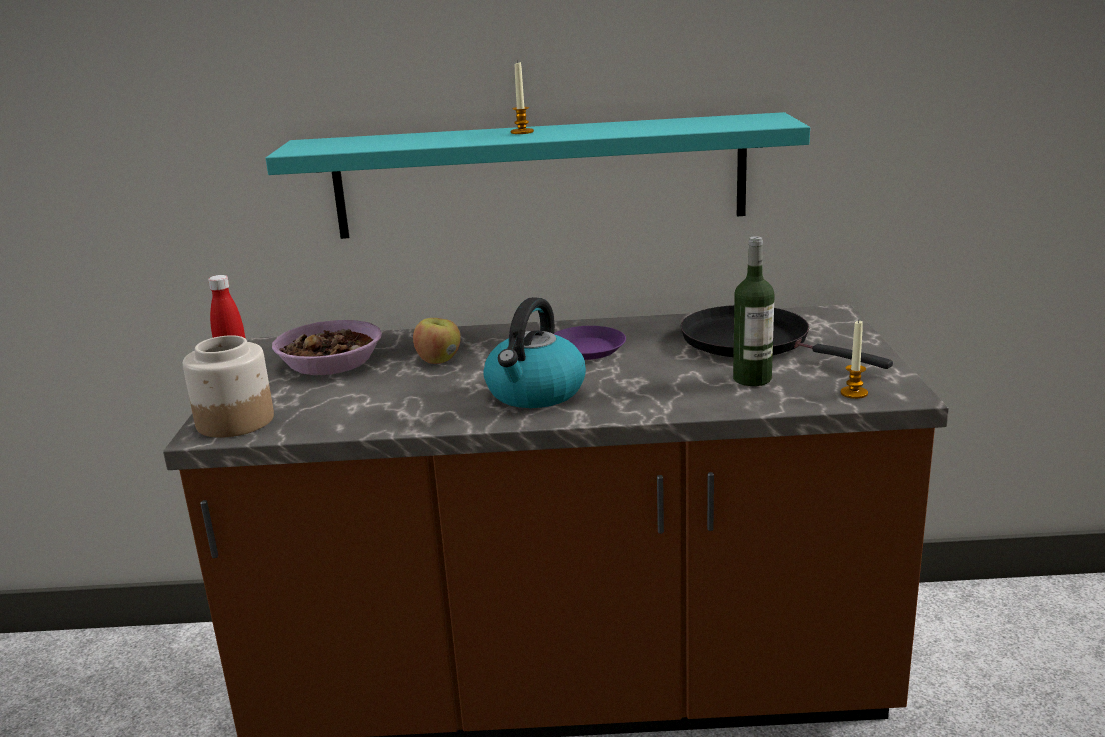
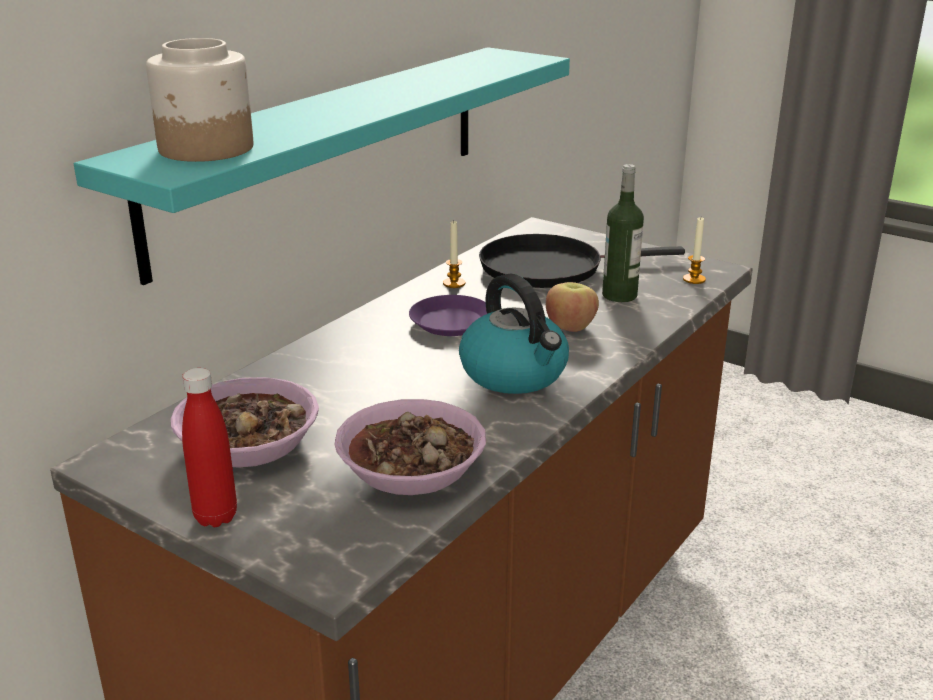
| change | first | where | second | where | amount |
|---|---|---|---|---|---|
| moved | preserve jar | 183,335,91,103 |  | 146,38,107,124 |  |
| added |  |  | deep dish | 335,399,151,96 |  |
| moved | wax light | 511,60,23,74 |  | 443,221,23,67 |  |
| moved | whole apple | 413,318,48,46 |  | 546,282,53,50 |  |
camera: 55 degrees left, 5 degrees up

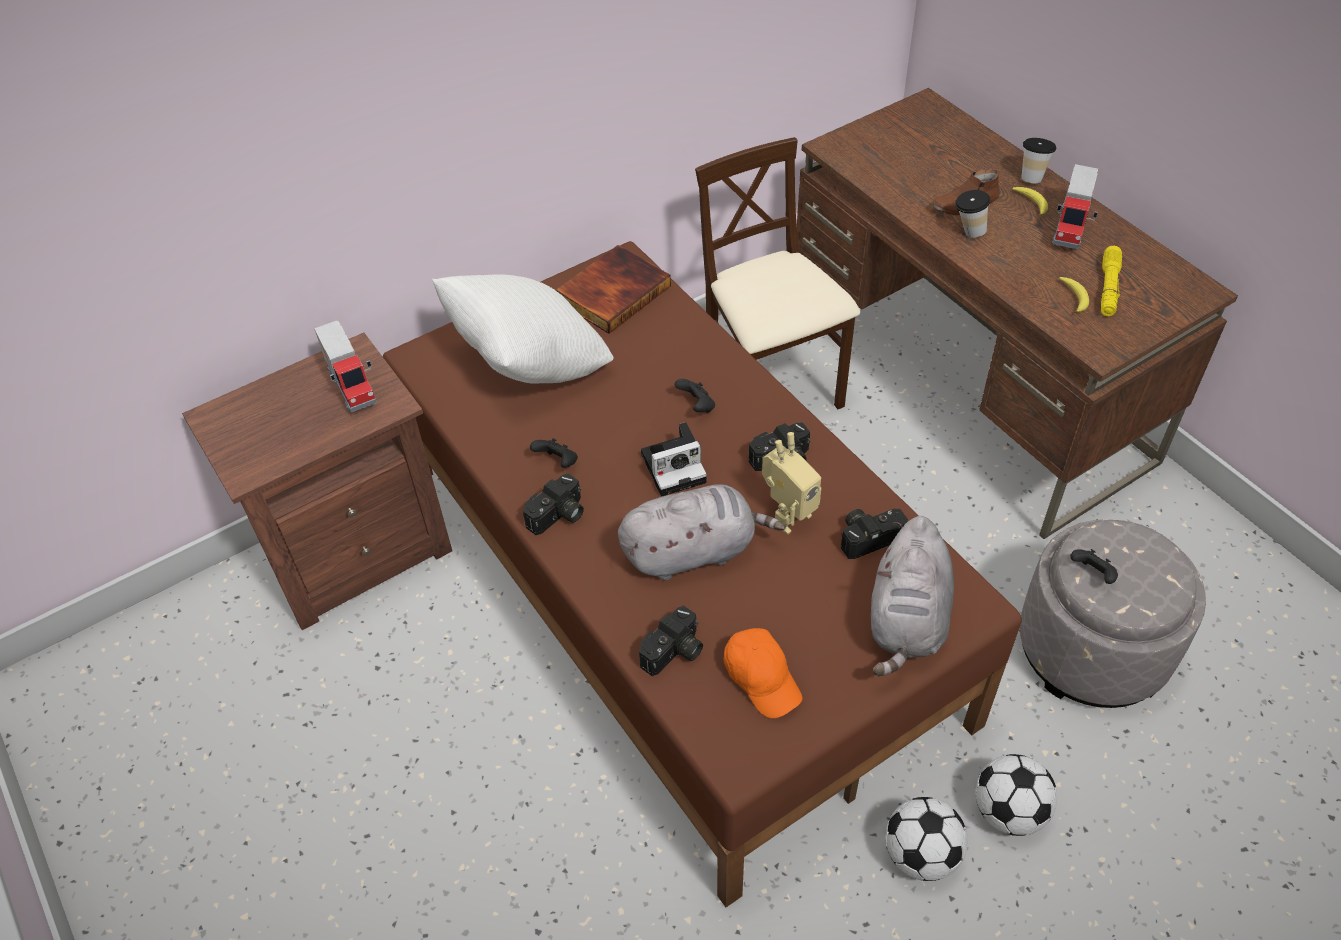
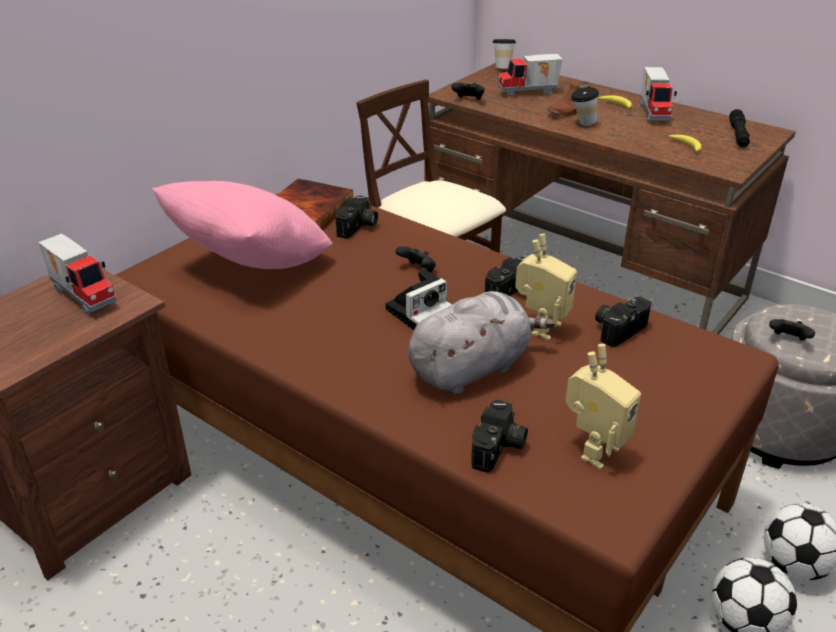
| change | first | where | second | where | amount |
|---|---|---|---|---|---|
| recoloured | cushion in white-coloured | 432,274,182,110 | cushion in pinkish | 152,181,180,88 |  |
| moved | still camera | 523,473,61,62 |  | 335,196,43,43 |  |
| moved | joypad in black-coloured | 530,438,48,30 |  | 451,83,34,17 |  |
| moved | small cup | 1021,138,35,45 |  | 493,39,23,30 |  |
| added |  |  | model truck | 497,54,66,43 |  |
| replaced | baseball cap in orangey | 723,628,79,90 | model robot | 565,344,76,126 |  |
| added |  |  | torch in black-coloured | 729,109,21,39 |  |
| removed | cuddly toy in grey | 871,516,83,160 |  |  |  |
| removed | torch in yellowish | 1101,246,21,70 |  |  |  |
camera: 20 degrees left, 15 degrees down

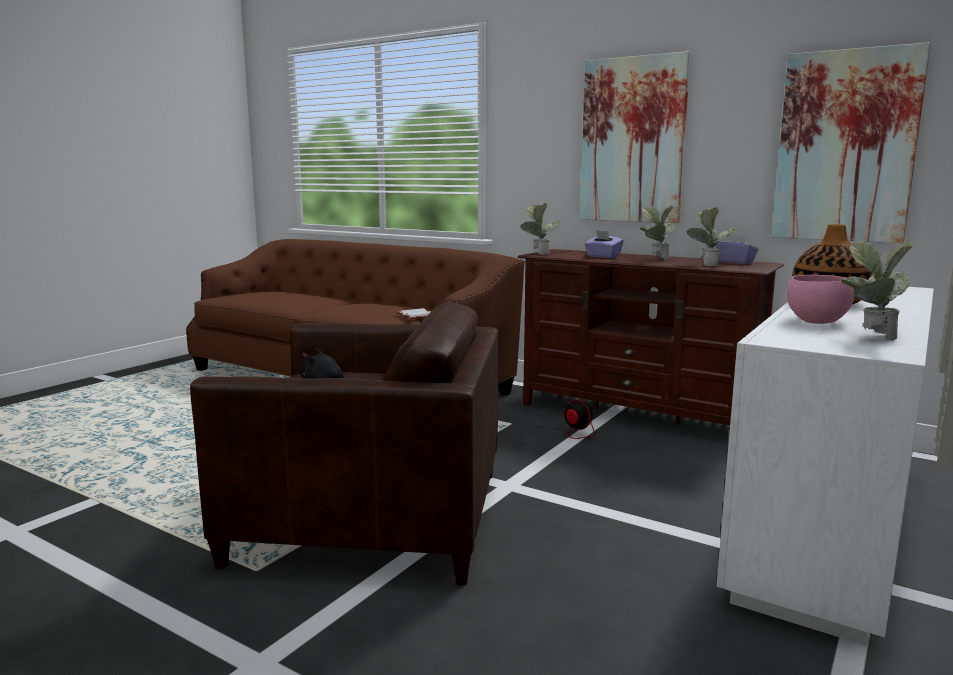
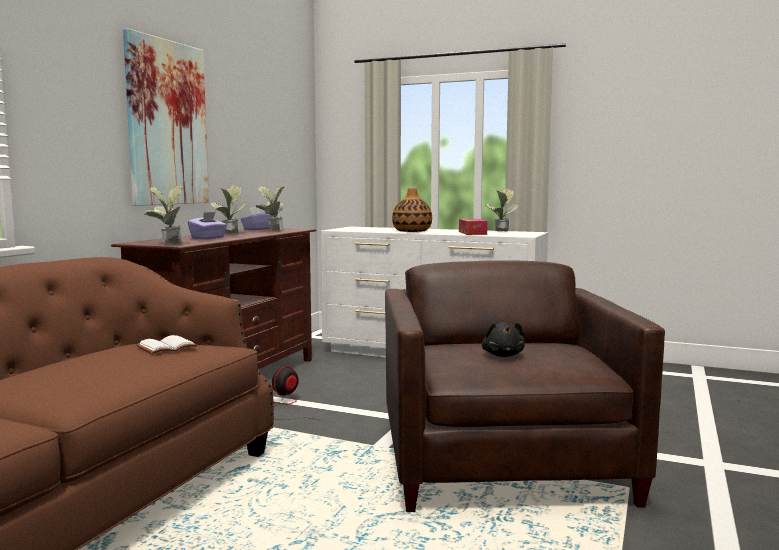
| change | first | where | second | where | amount |
|---|---|---|---|---|---|
| replaced | deep dish in pinkish | 787,275,67,49 | tissue box | 459,219,28,16 |  |
| removed | wall art | 771,42,160,201 |  |  |  |
camera: 100 degrees left, 5 degrees down

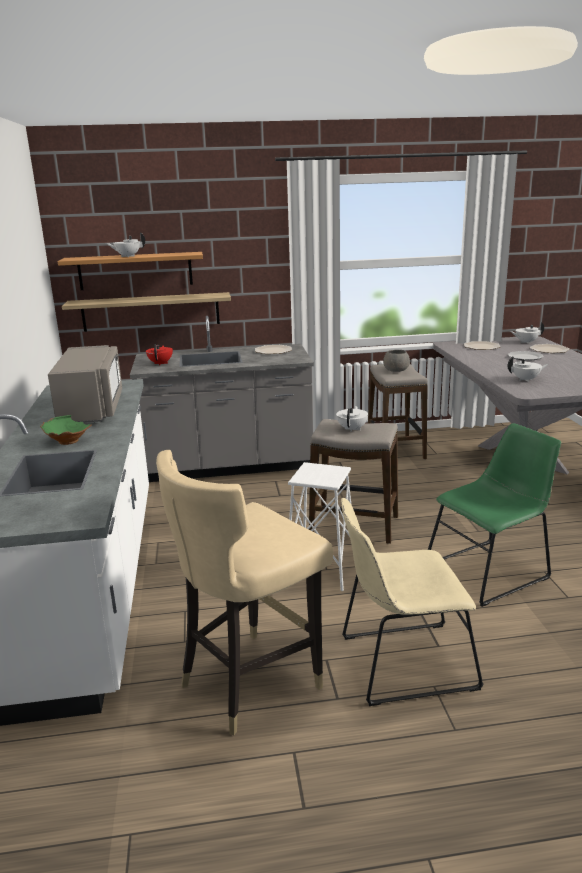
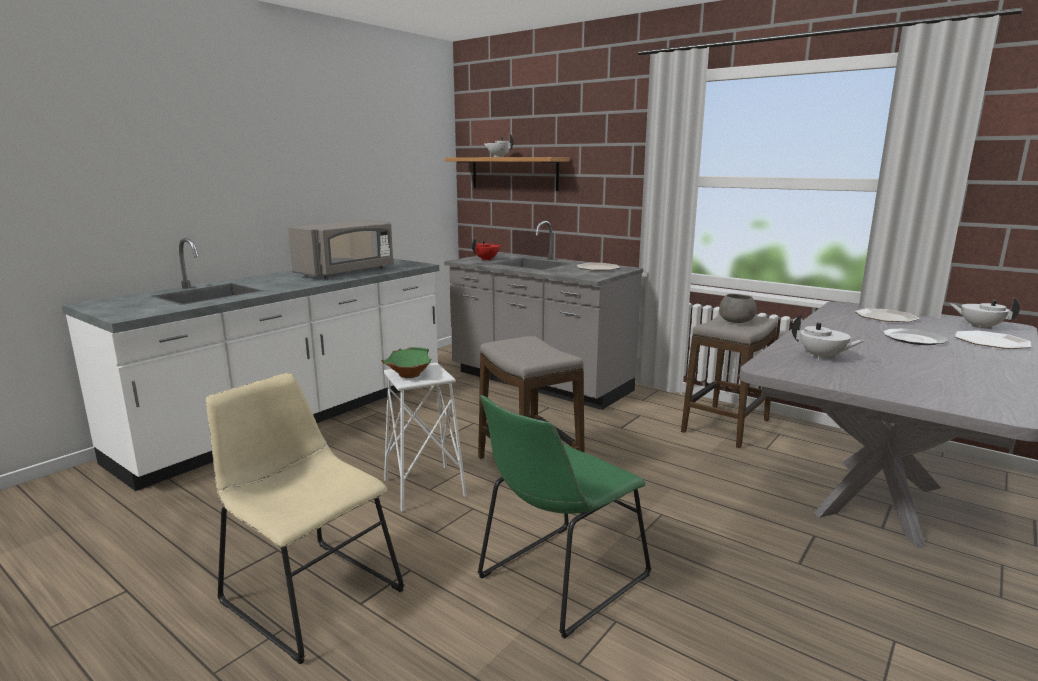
| change | first | where | second | where | amount |
|---|---|---|---|---|---|
| moved | deep dish in green | 40,415,52,30 |  | 382,347,49,31 |  |
| turned | chair in green | 428,423,133,184 |  | 478,395,174,244 | 120 degrees clockwise |
| removed | shelf | 62,292,169,40 |  |  |  |
| removed | chair in beige | 156,450,177,285 |  |  |  |
| removed | tea pot in white-coloured | 336,406,32,26 |  |  |  |
camera: 45 degrees right, 5 degrees down

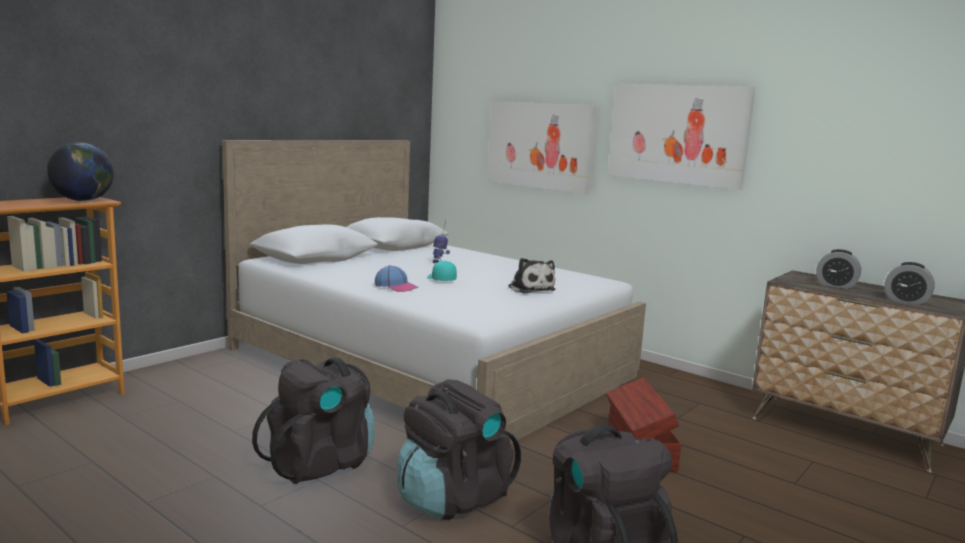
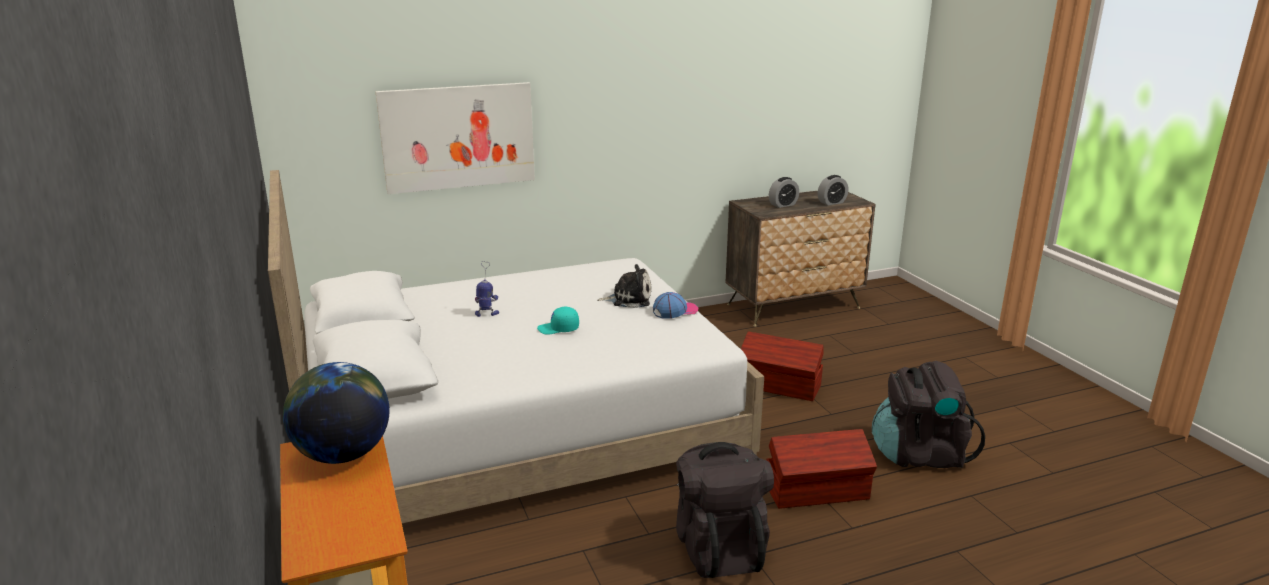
| change | first | where | second | where | amount |
|---|---|---|---|---|---|
| moved | baseball cap | 375,265,44,27 |  | 653,292,45,27 |  |
| replaced | backpack in black-coloured | 397,379,124,141 | storage box in brown | 766,429,111,80 |  |
| removed | wall art | 608,84,147,106 |  |  |  |
camera: 60 degrees left, 10 degrees up

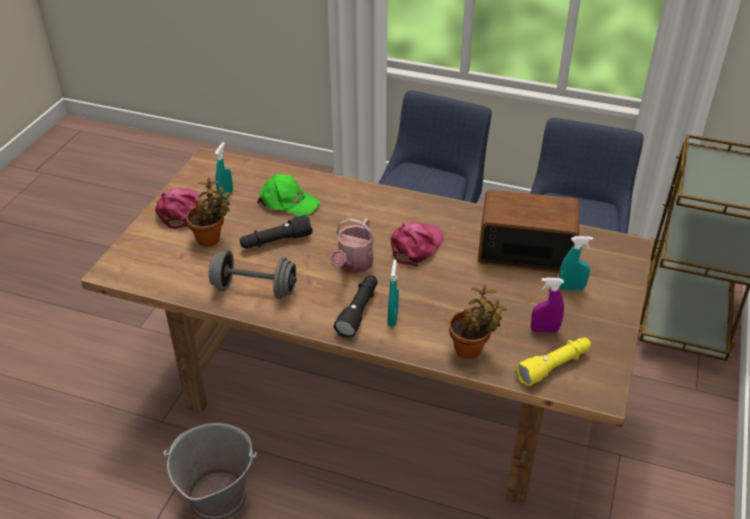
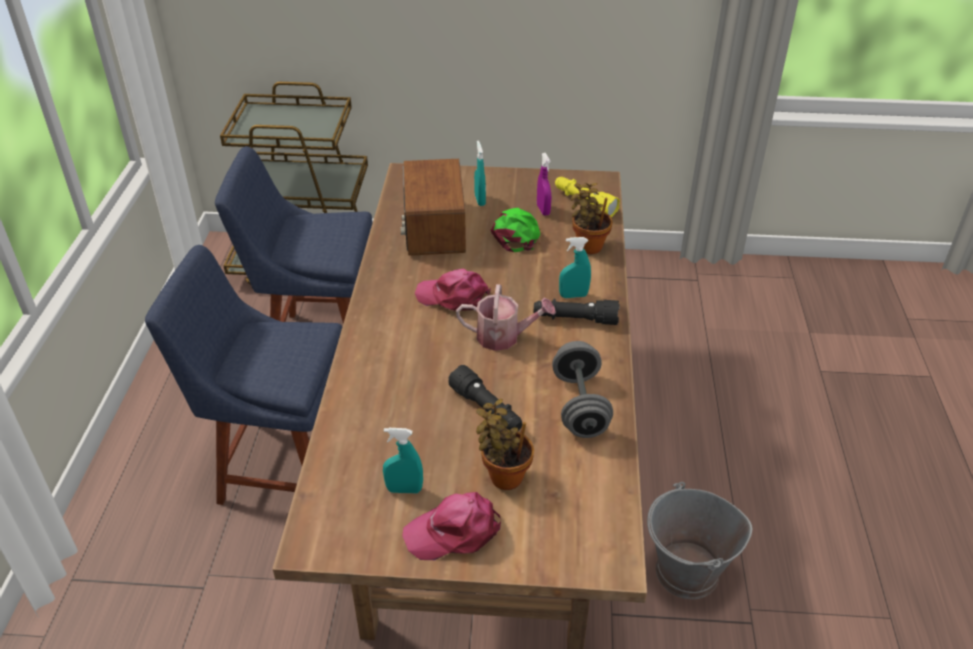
| change | first | where | second | where | amount |
|---|---|---|---|---|---|
| moved | baseball cap in green | 257,174,63,42 |  | 490,208,50,44 |  |
camera: 105 degrees left, 0 degrees up

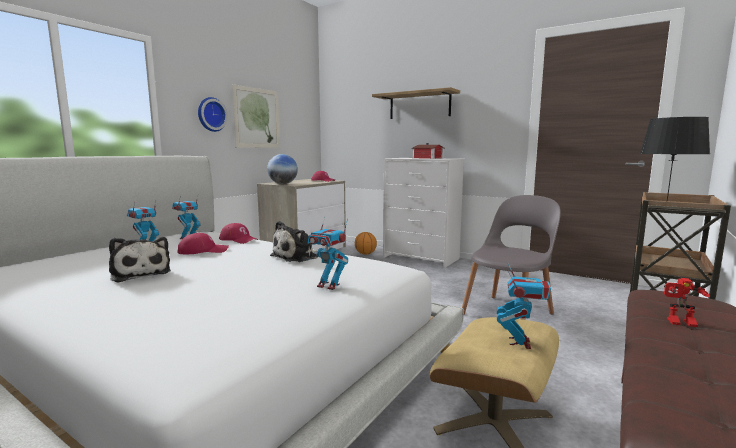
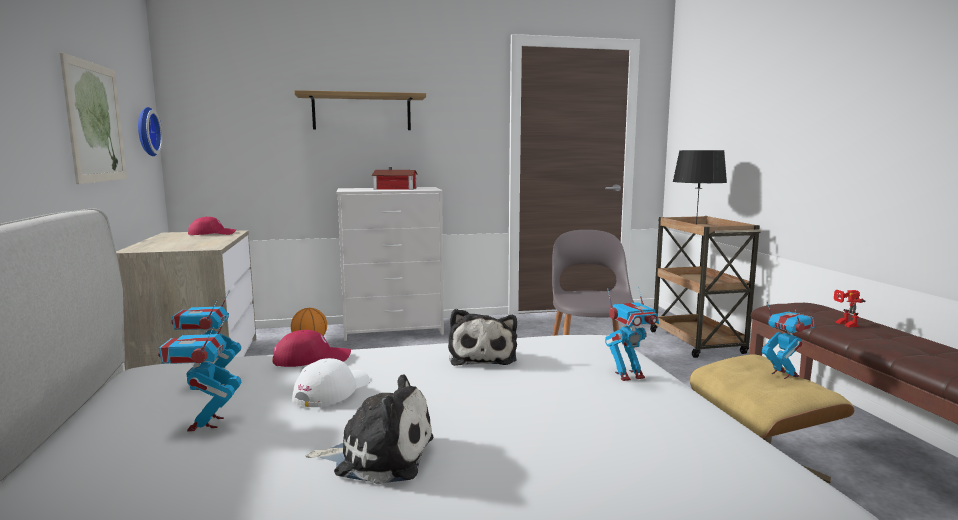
| change | first | where | second | where | amount |
|---|---|---|---|---|---|
| moved | hanging clock | 198,97,30,35 |  | 138,107,25,49 |  |
| recoloured | baseball cap in red | 177,233,52,21 | baseball cap in white-coloured | 292,358,78,49 |  |
| turned | model robot | 664,278,46,49 |  | 834,290,32,37 | 105 degrees clockwise |
| removed | globe | 267,154,31,30 |  |  |  |
camera: 45 degrees left, 0 degrees up

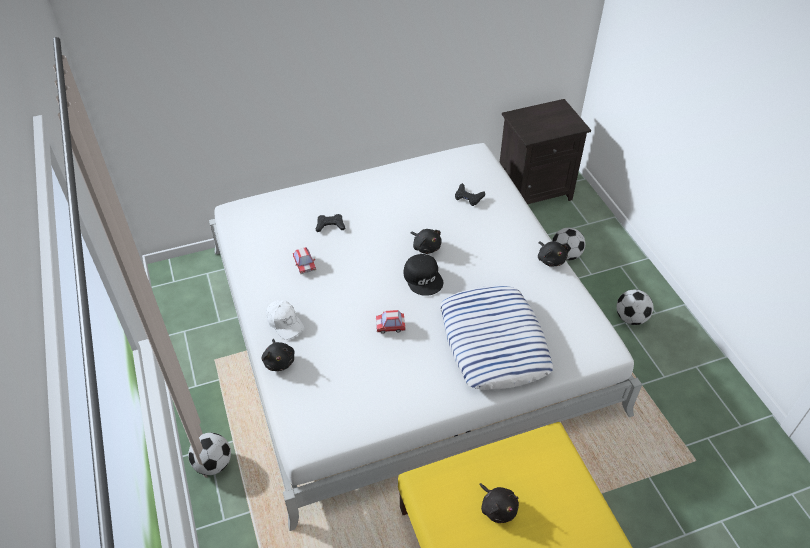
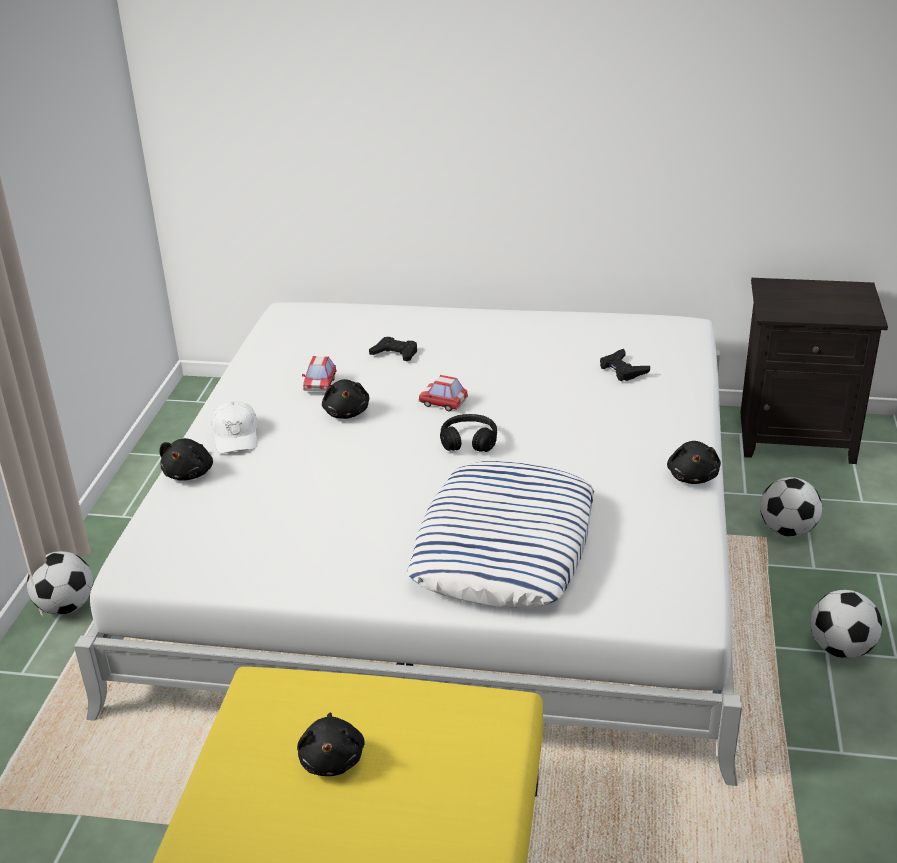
| change | first | where | second | where | amount |
|---|---|---|---|---|---|
| moved | cuddly toy in black-coloured | 411,229,31,25 |  | 322,379,47,40 |  |
| moved | model car | 376,310,30,24 |  | 419,375,49,37 |  |
| replaced | baseball cap in black-coloured | 403,254,40,42 | headset in black-coloured | 440,414,57,38 |  |
camera: 30 degrees right, 15 degrees down

